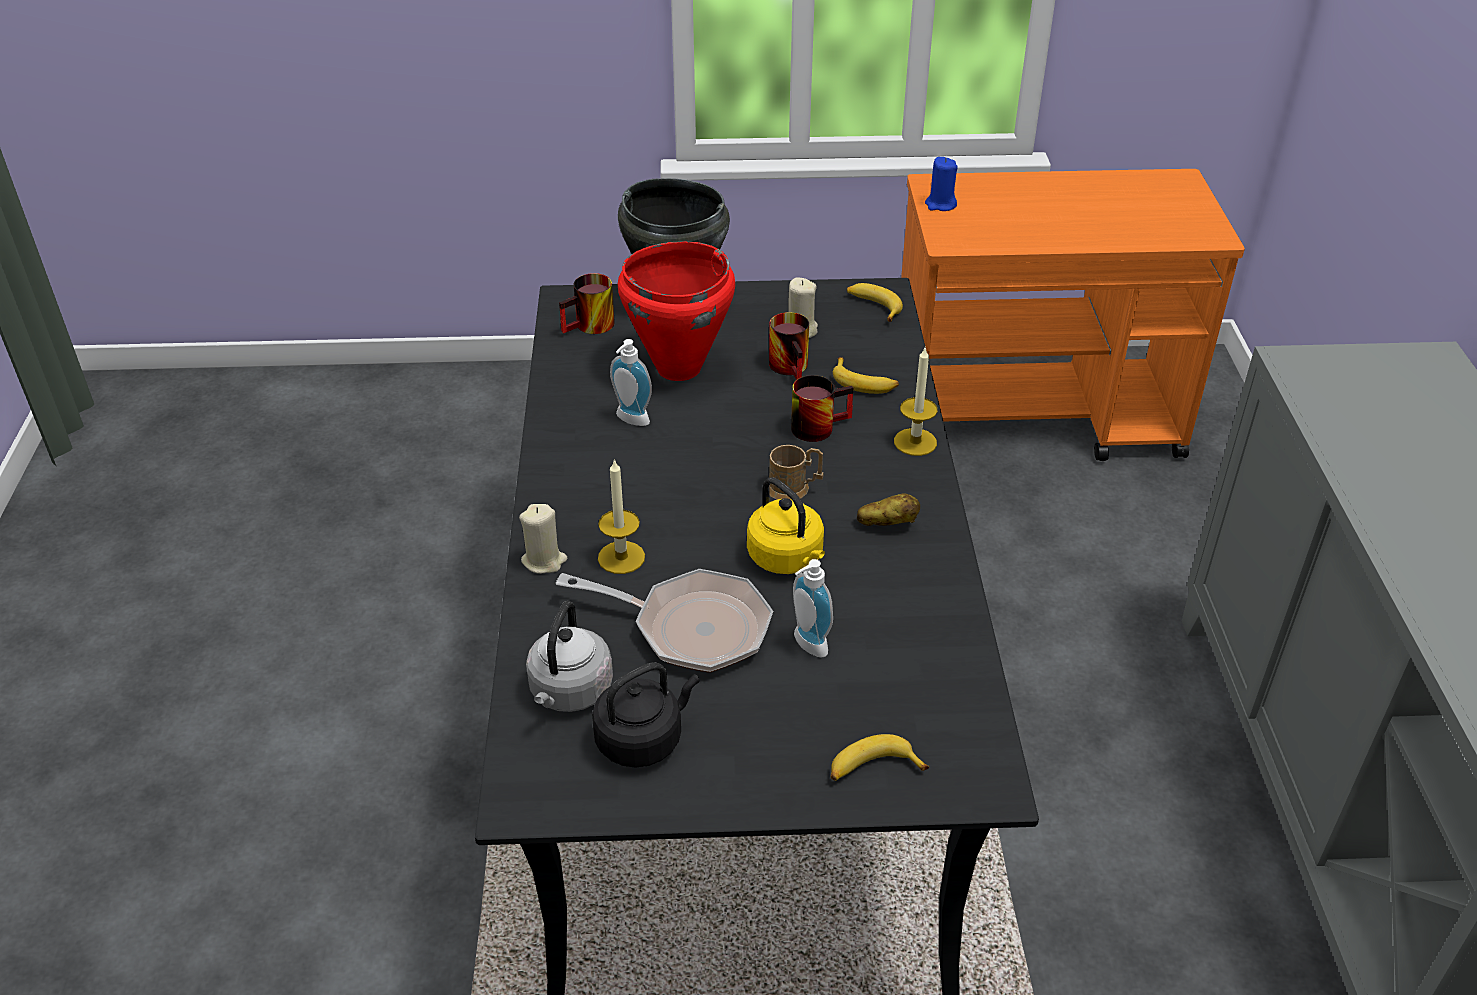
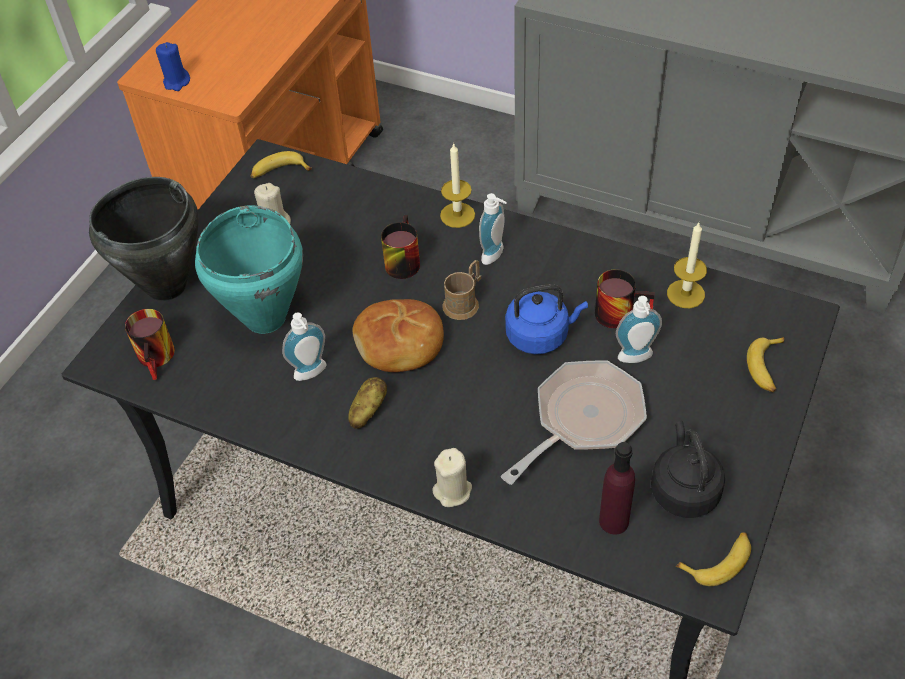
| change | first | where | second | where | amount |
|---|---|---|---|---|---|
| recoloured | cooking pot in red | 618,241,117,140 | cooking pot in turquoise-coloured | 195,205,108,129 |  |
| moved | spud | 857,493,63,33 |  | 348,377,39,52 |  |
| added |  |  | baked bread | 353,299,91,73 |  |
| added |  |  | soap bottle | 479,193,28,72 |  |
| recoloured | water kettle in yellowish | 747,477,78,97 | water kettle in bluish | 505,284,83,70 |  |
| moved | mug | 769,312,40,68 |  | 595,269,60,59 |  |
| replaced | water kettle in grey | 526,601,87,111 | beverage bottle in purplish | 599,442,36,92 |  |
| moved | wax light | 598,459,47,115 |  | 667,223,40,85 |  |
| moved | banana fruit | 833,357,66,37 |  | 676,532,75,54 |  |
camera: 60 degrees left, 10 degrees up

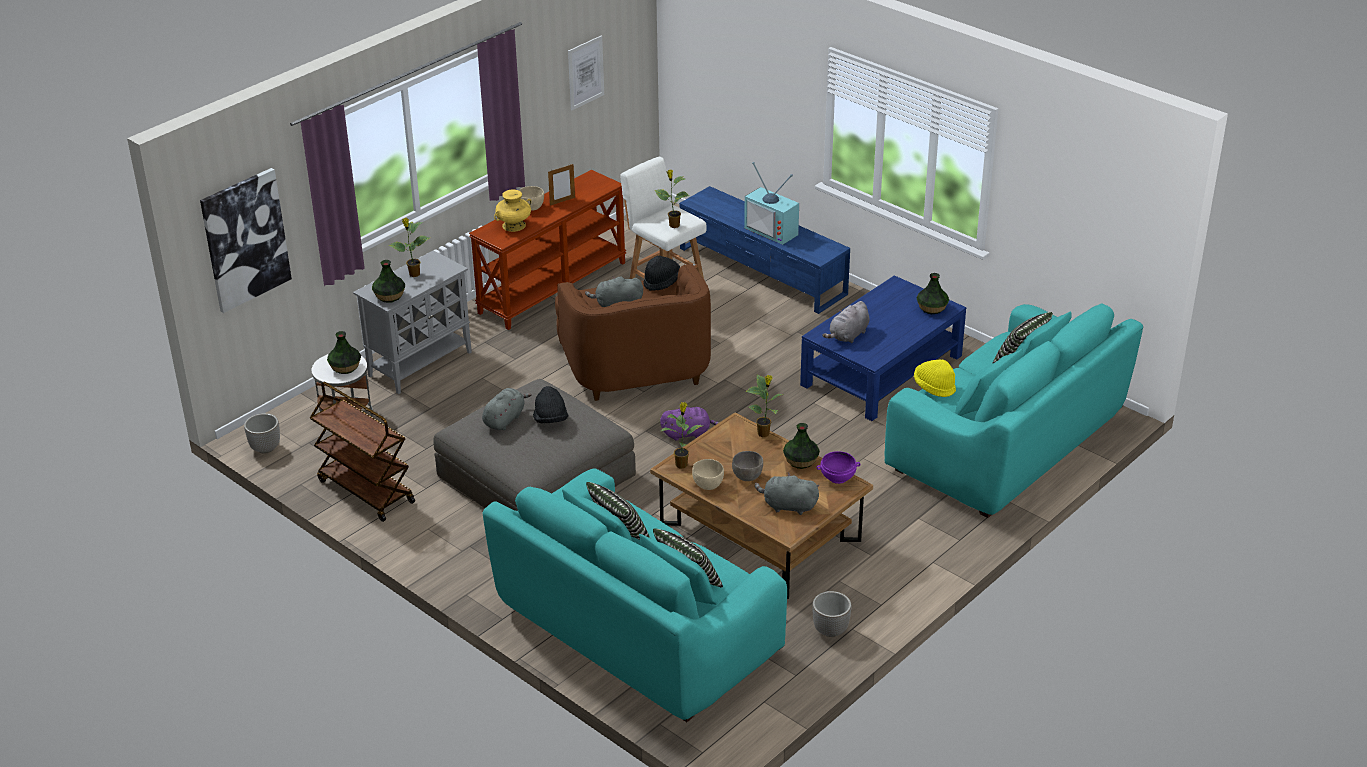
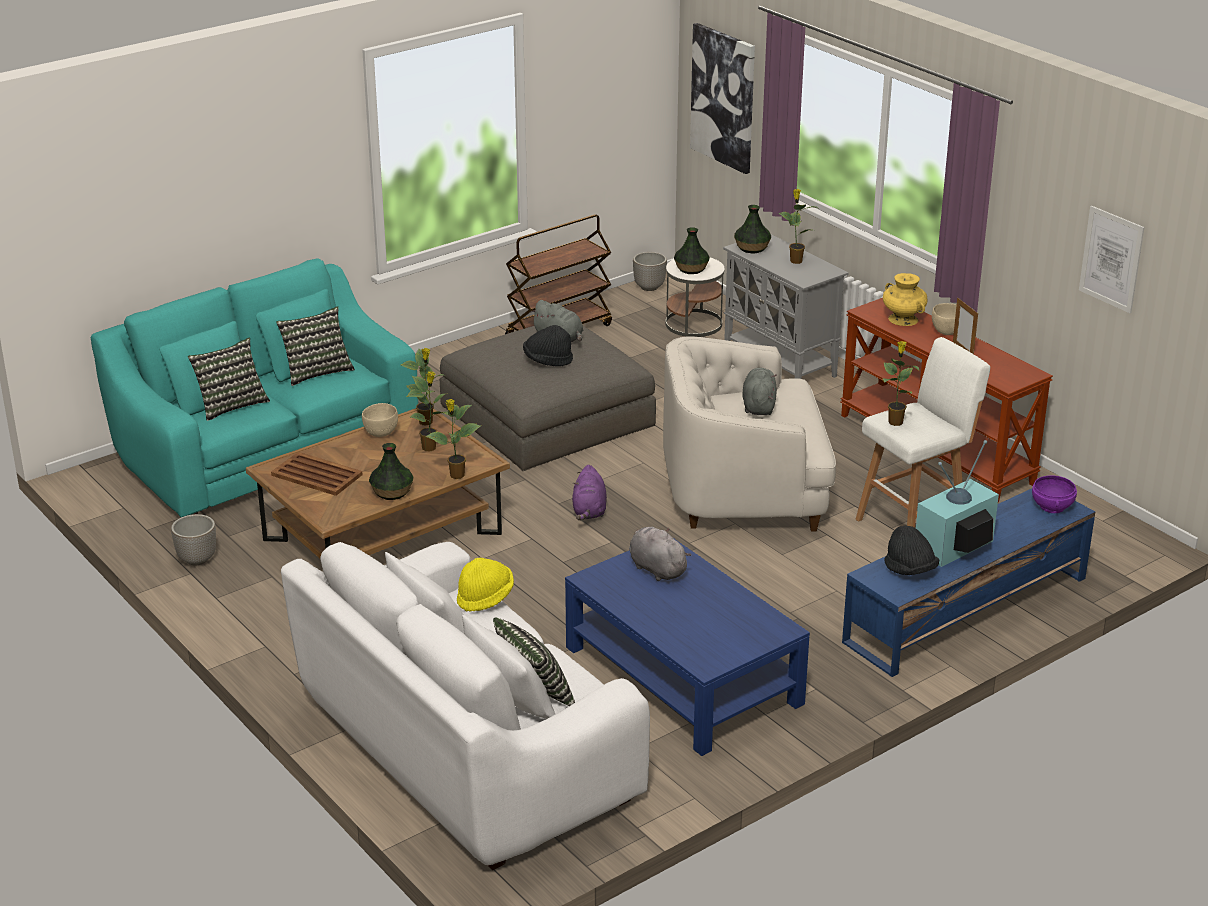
| change | first | where | second | where | amount |
|---|---|---|---|---|---|
| replaced | cuddly toy in grey | 755,473,64,42 | tray in brown | 271,452,92,44 |  |
| recoloured | settee in turquoise-coloured | 884,303,259,215 | settee in white-coloured | 281,542,369,328 |  |
| added |  |  | houseplant | 407,371,41,80 |  |
| recoloured | easy chair in brown | 555,264,156,137 | easy chair in white-coloured | 663,336,173,196 |  |
| moved | hat in black-coloured | 644,256,36,35 |  | 884,526,55,49 |  |
| moved | deep dish in purplish | 817,451,44,33 |  | 1032,475,45,38 |  |
| removed | deep dish in grey | 732,451,31,30 |  |  |  |
| removed | vase | 917,273,32,41 |  |  |  |
camera: 100 degrees right, 5 degrees down

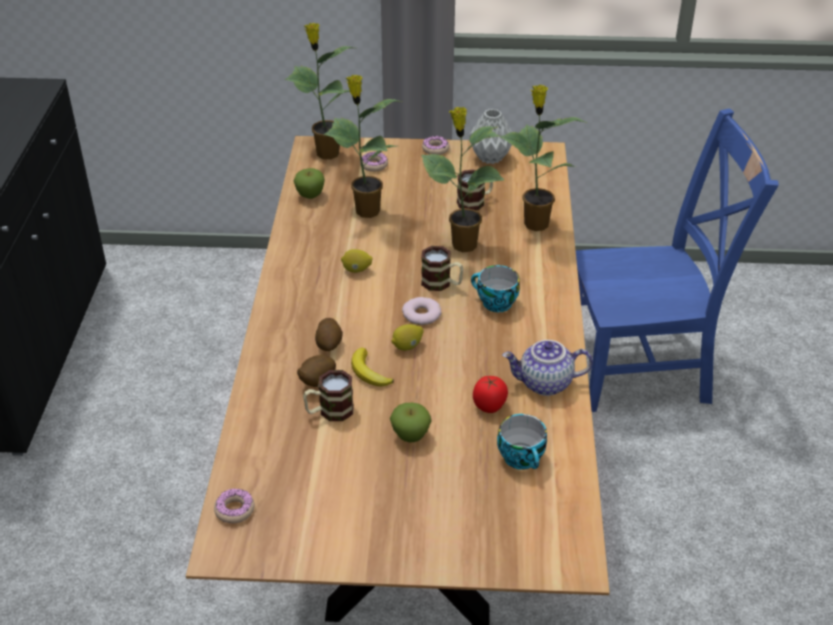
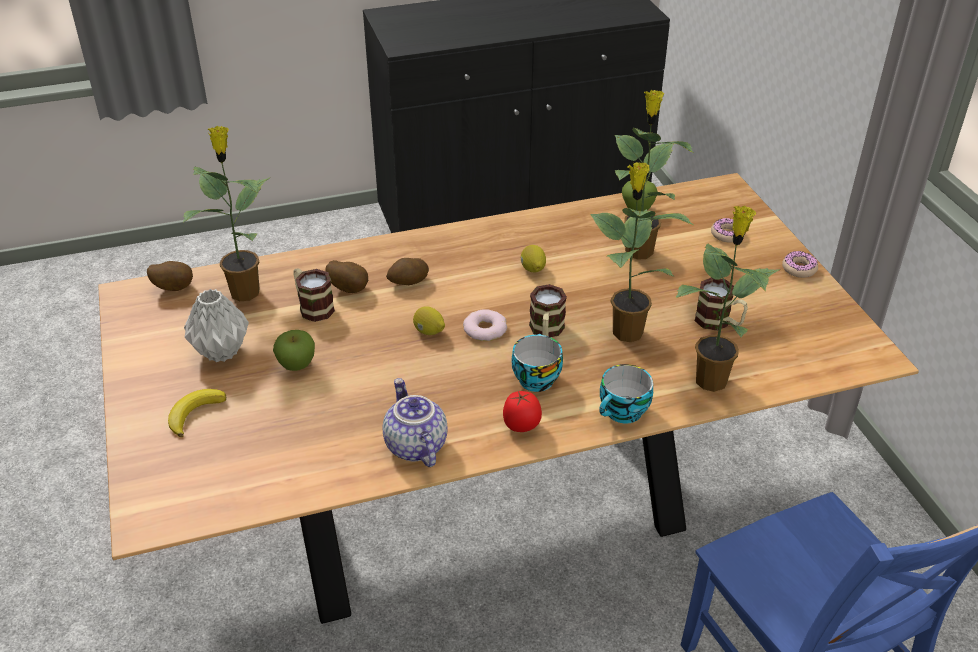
| change | first | where | second | where | amount |
|---|---|---|---|---|---|
| replaced | doughnut | 214,488,40,35 | spud | 147,261,46,30 |  |
| moved | banana fruit | 351,348,43,39 |  | 168,389,58,48 |  |
| moved | houseplant | 284,23,69,136 |  | 183,126,87,175 |  |
| moved | vase in grey | 469,109,43,55 |  | 184,289,65,73 |  |
| moved | tomato | 473,376,35,37 |  | 503,391,39,41 |  |
| moved | small cup | 497,414,50,56 |  | 599,364,54,60 |  |
camera: 70 degrees right, 0 degrees up

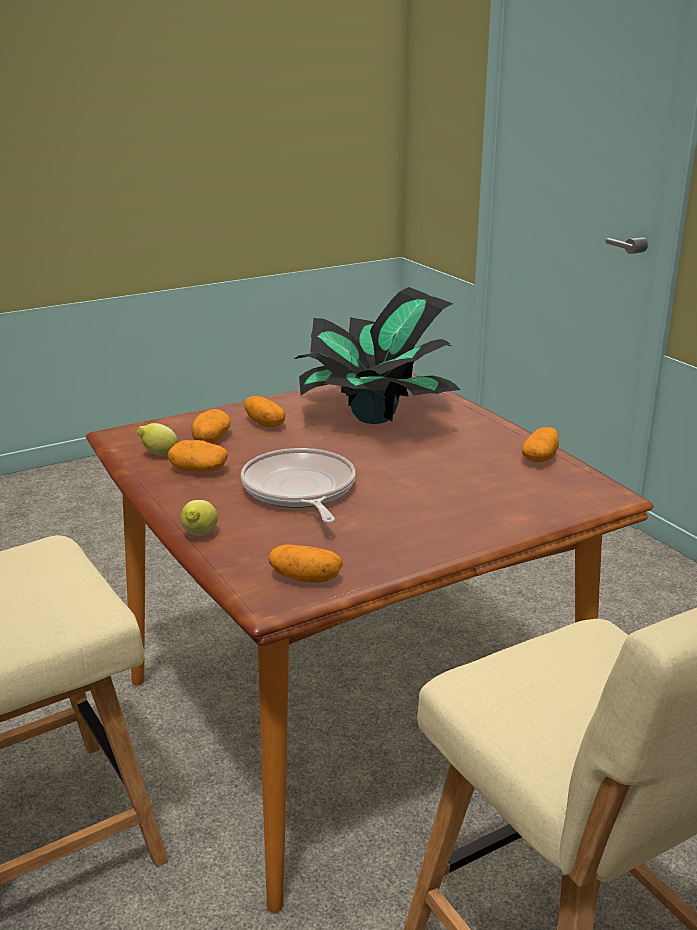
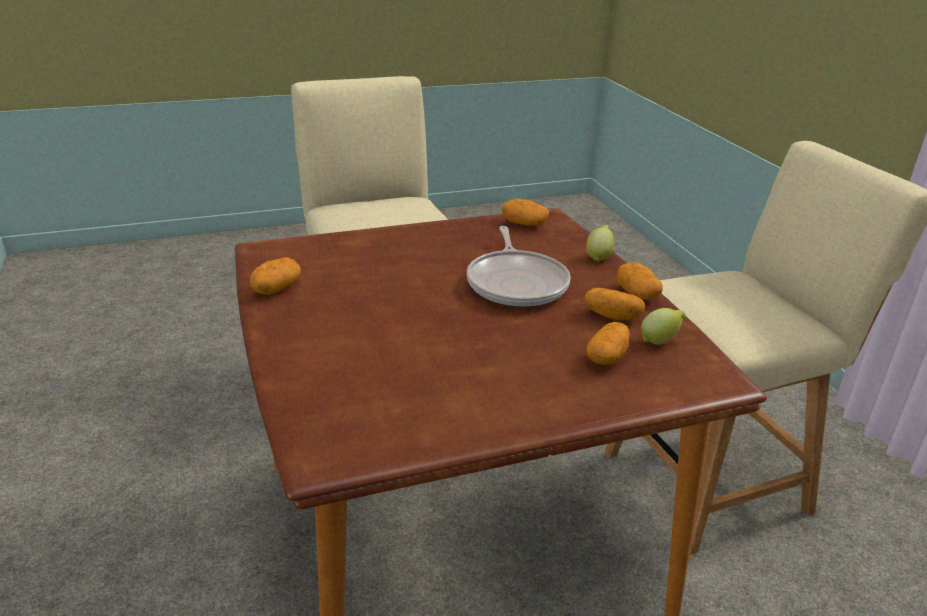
| change | first | where | second | where | amount |
|---|---|---|---|---|---|
| moved | spud | 244,396,42,32 |  | 617,262,46,38 |  |
| removed | houseplant | 295,287,166,137 |  |  |  |
camera: 170 degrees left, 5 degrees up

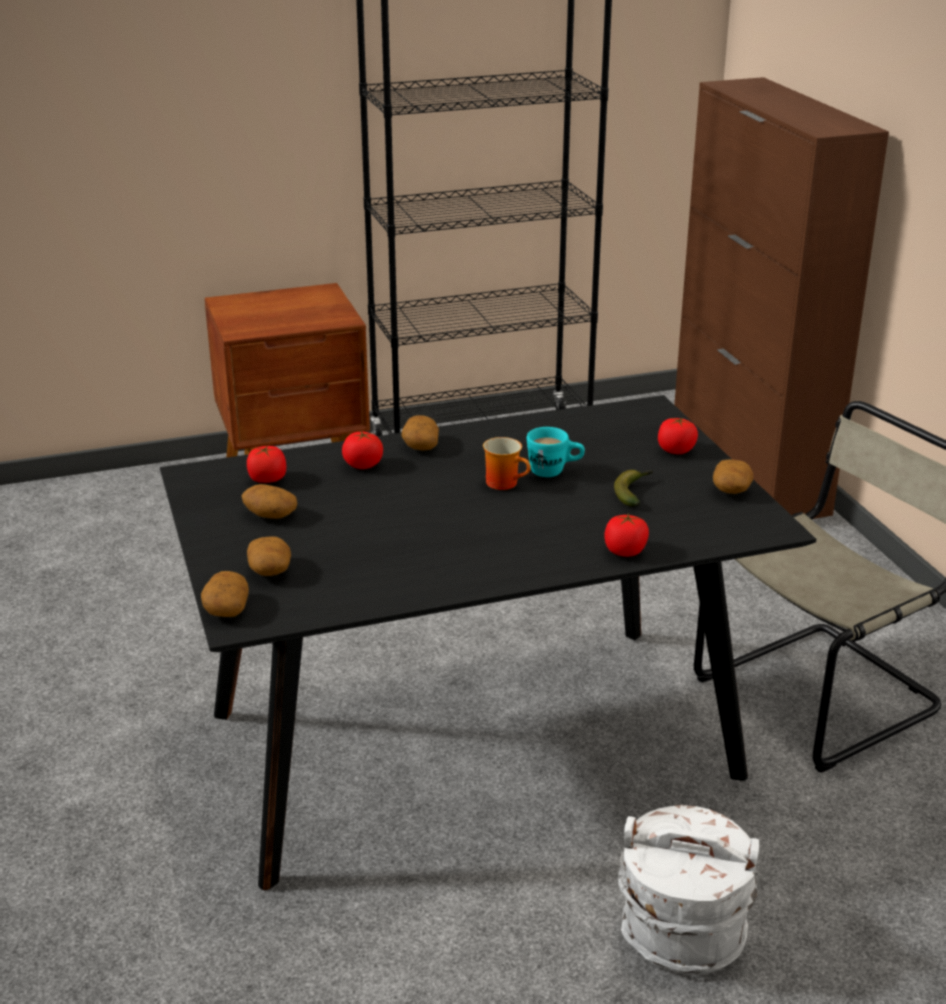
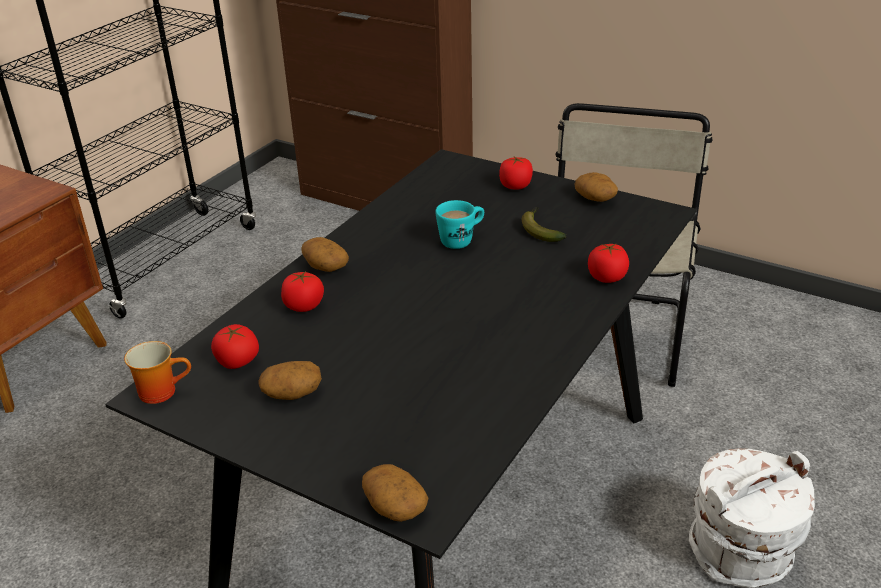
| change | first | where | second | where | amount |
|---|---|---|---|---|---|
| moved | mug | 483,437,48,53 |  | 124,341,67,63 |  |
| removed | spud | 247,536,44,40 |  |  |  |
camera: 40 degrees left, 5 degrees up

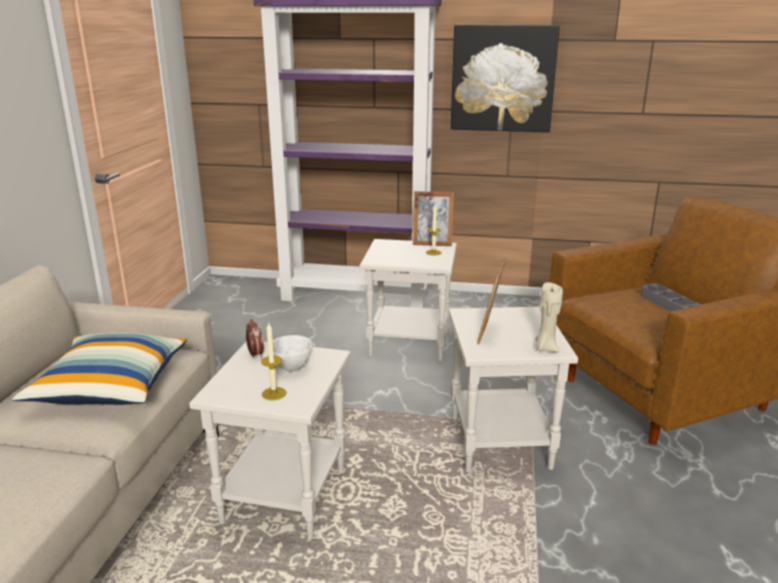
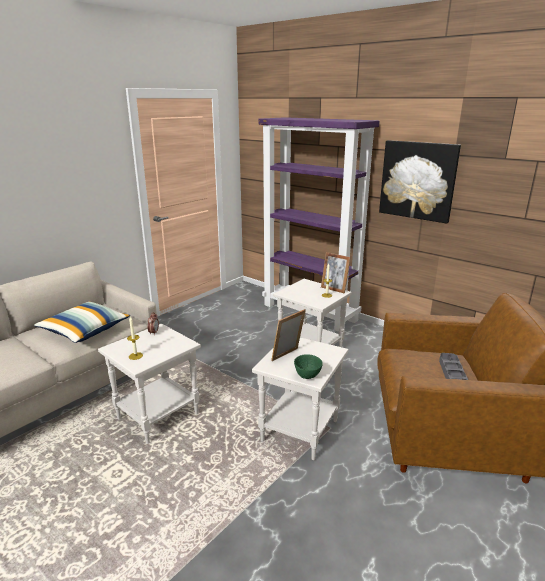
| change | first | where | second | where | amount |
|---|---|---|---|---|---|
| replaced | wax light in beige | 535,282,28,70 | deep dish in green | 294,355,29,24 |  |
| removed | deep dish in white-coloured | 273,335,39,36 |  |  |  |
camera: 30 degrees right, 0 degrees up

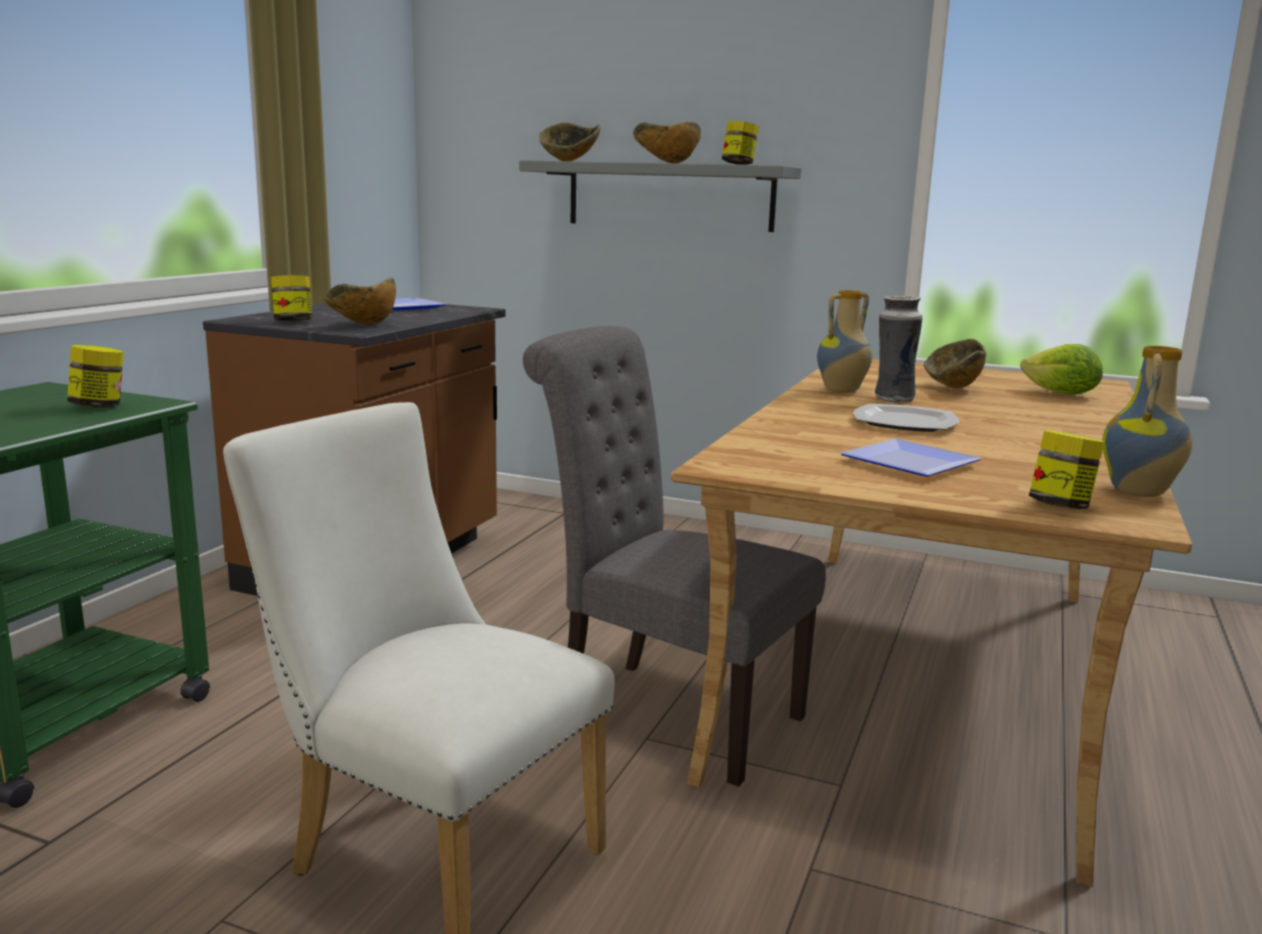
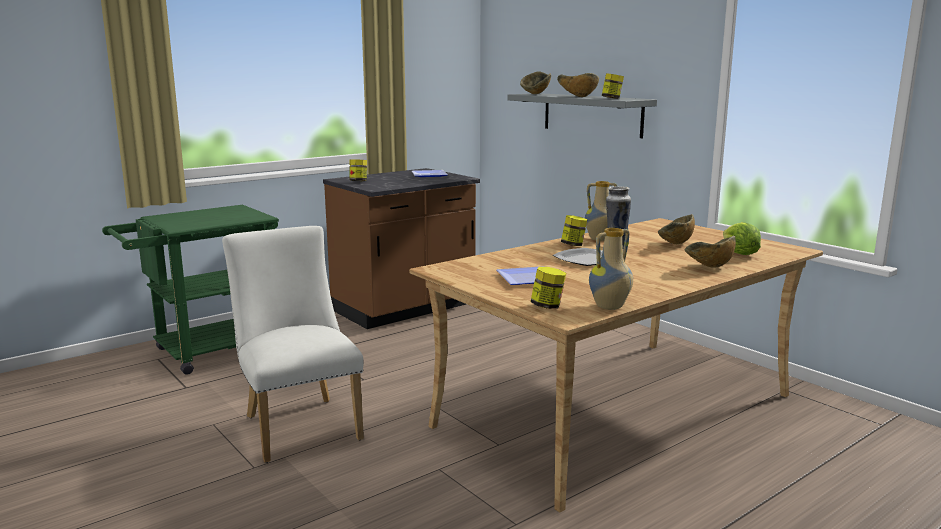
| change | first | where | second | where | amount |
|---|---|---|---|---|---|
| moved | preserve jar | 67,345,57,63 |  | 561,215,26,31 |  |
| moved | deep dish | 323,277,73,48 |  | 684,236,52,32 |  |
| removed | chair in grey | 523,326,303,461 |  |  |  |
camera: 30 degrees right, 0 degrees up

